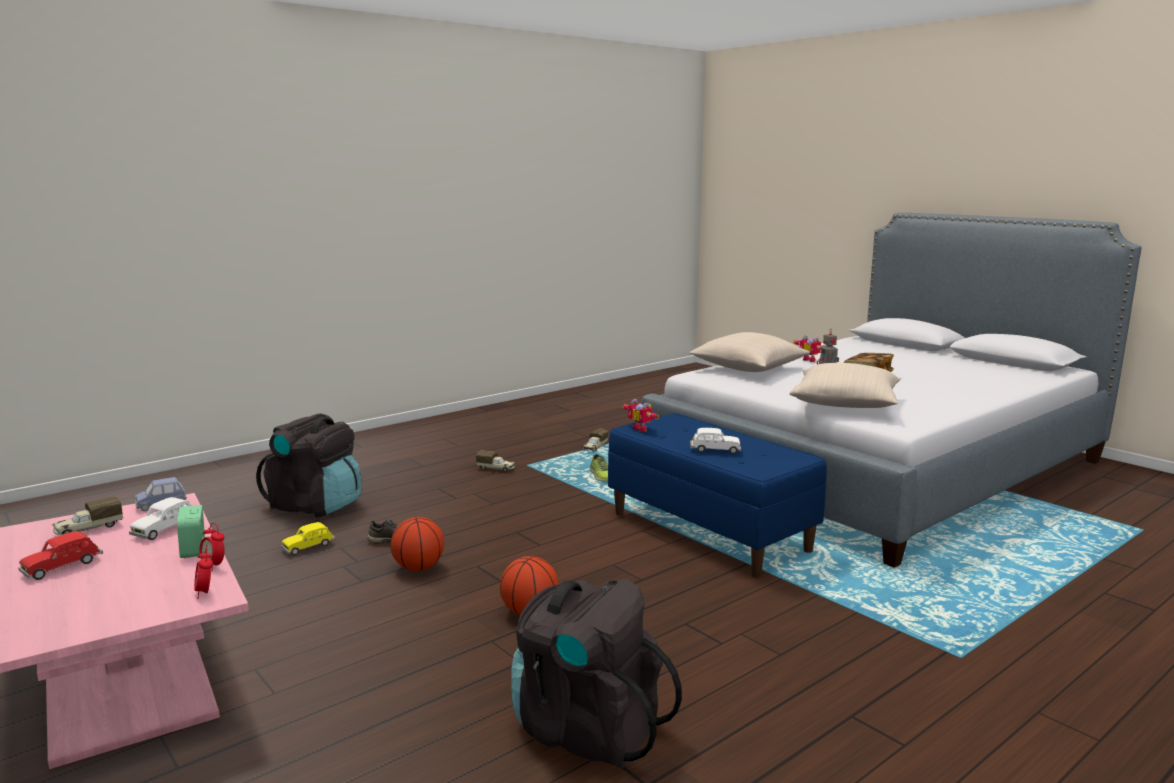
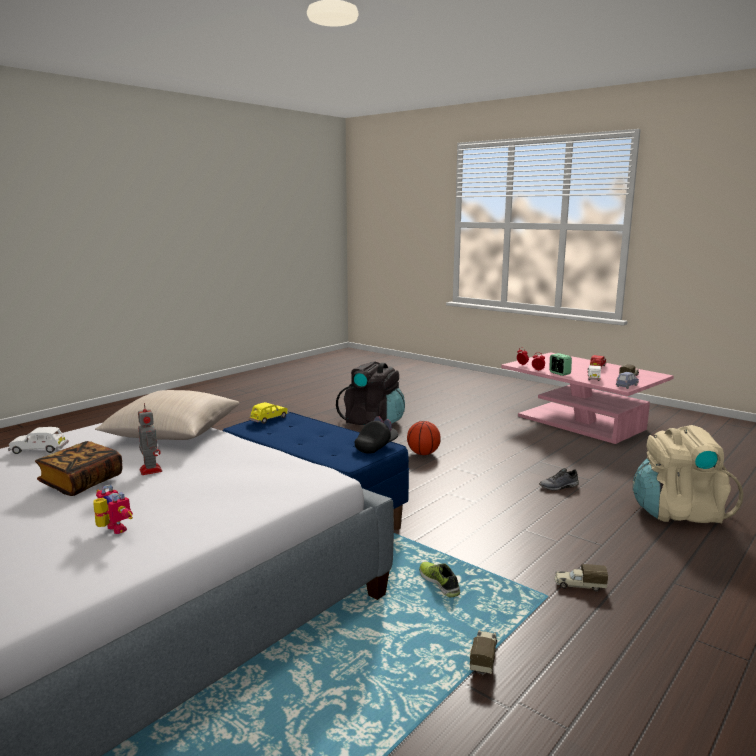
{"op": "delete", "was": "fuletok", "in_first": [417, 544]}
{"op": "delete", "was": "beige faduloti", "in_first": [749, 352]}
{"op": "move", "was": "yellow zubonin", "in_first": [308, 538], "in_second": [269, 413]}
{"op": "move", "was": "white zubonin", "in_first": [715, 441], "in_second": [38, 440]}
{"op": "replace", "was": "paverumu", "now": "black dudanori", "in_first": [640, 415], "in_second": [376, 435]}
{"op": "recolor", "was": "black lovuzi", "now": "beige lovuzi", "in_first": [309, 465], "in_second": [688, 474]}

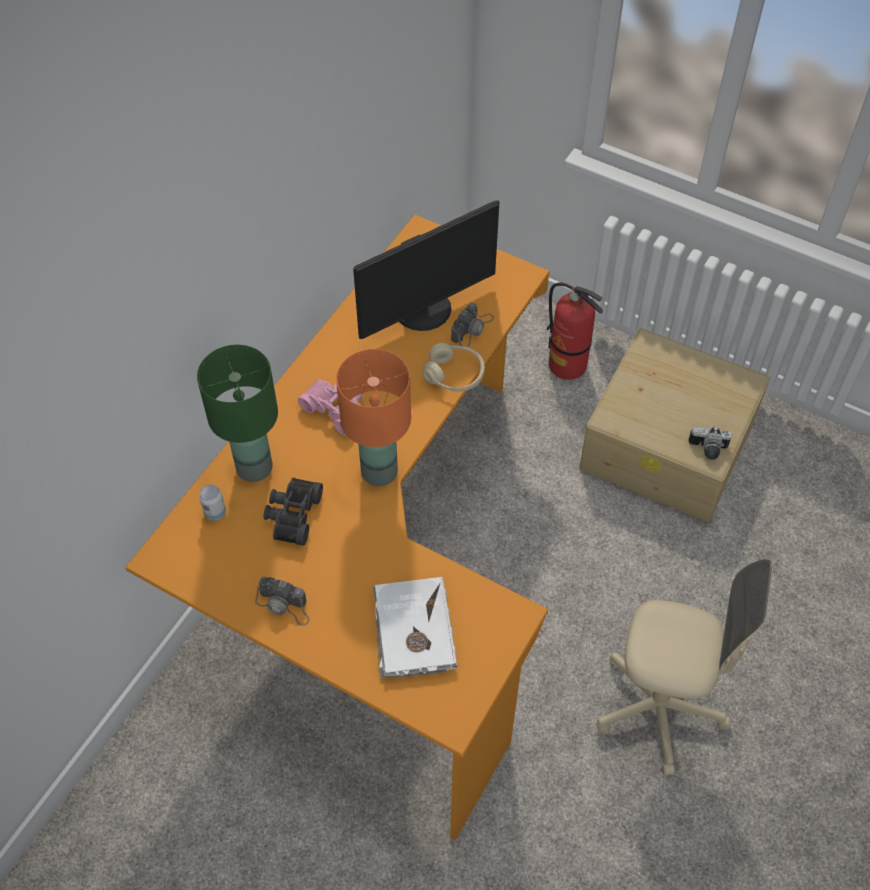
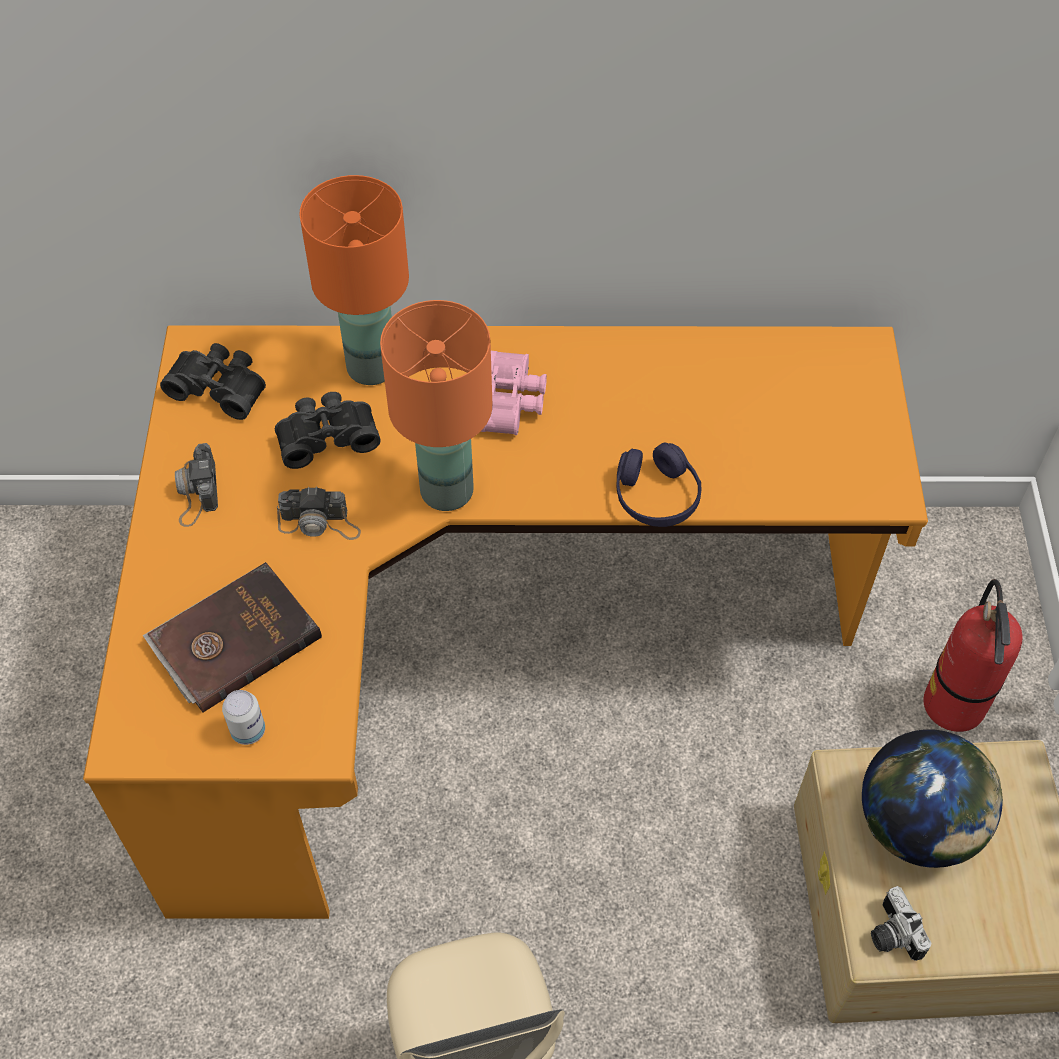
{"op": "delete", "was": "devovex", "in_first": [426, 269]}
{"op": "insert", "now": "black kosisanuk", "in_second": [213, 381]}
{"op": "insert", "now": "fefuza", "in_second": [932, 798]}
{"op": "move", "was": "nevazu", "in_first": [212, 502], "in_second": [243, 717]}
{"op": "move", "was": "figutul", "in_first": [472, 325], "in_second": [319, 513]}
{"op": "recolor", "was": "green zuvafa", "now": "orange zuvafa", "in_first": [237, 413], "in_second": [354, 280]}
{"op": "recolor", "was": "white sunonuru", "now": "brown sunonuru", "in_first": [415, 627], "in_second": [232, 637]}
{"op": "recolor", "was": "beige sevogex", "now": "purple sevogex", "in_first": [454, 367], "in_second": [658, 485]}

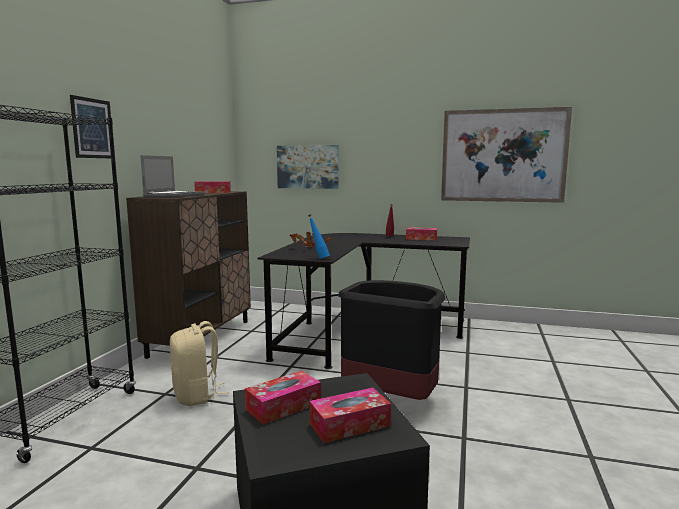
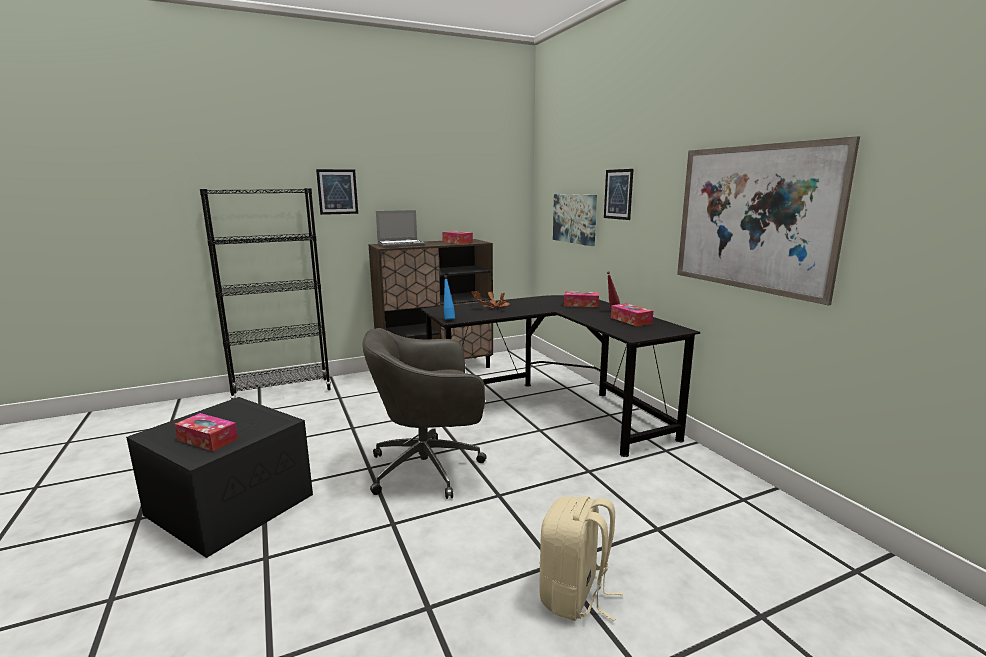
{"op": "insert", "now": "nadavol", "in_second": [618, 194]}
{"op": "move", "was": "beige lovuzi", "in_first": [199, 363], "in_second": [581, 558]}
{"op": "move", "was": "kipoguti", "in_first": [283, 398], "in_second": [581, 299]}
{"op": "replace", "was": "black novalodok", "now": "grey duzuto", "in_first": [391, 340], "in_second": [424, 413]}

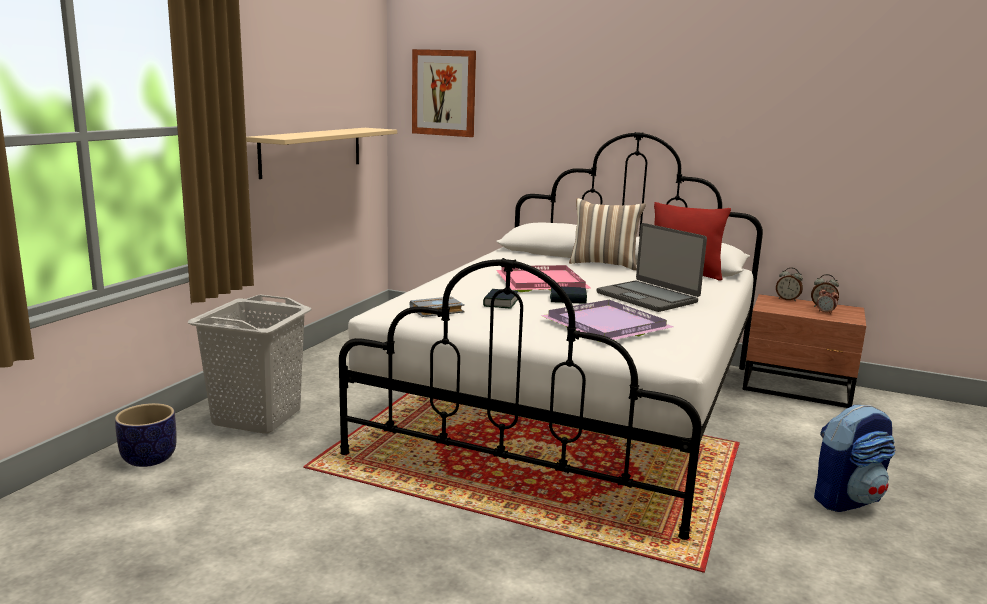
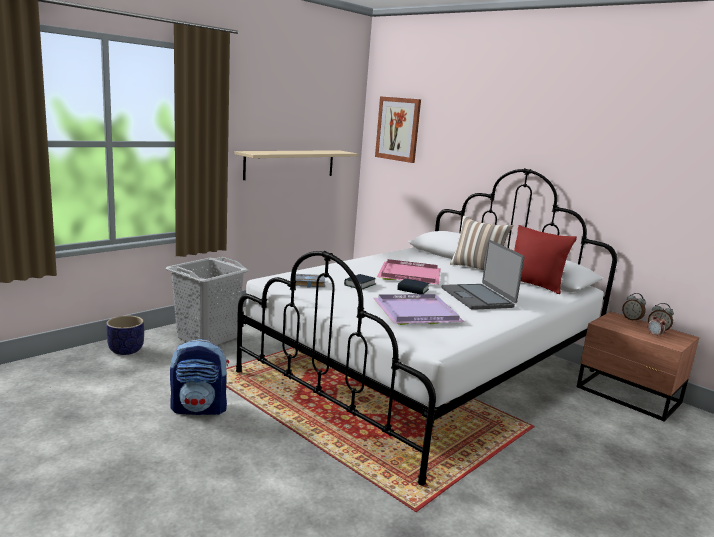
{"op": "move", "was": "lovuzi", "in_first": [854, 458], "in_second": [199, 377]}

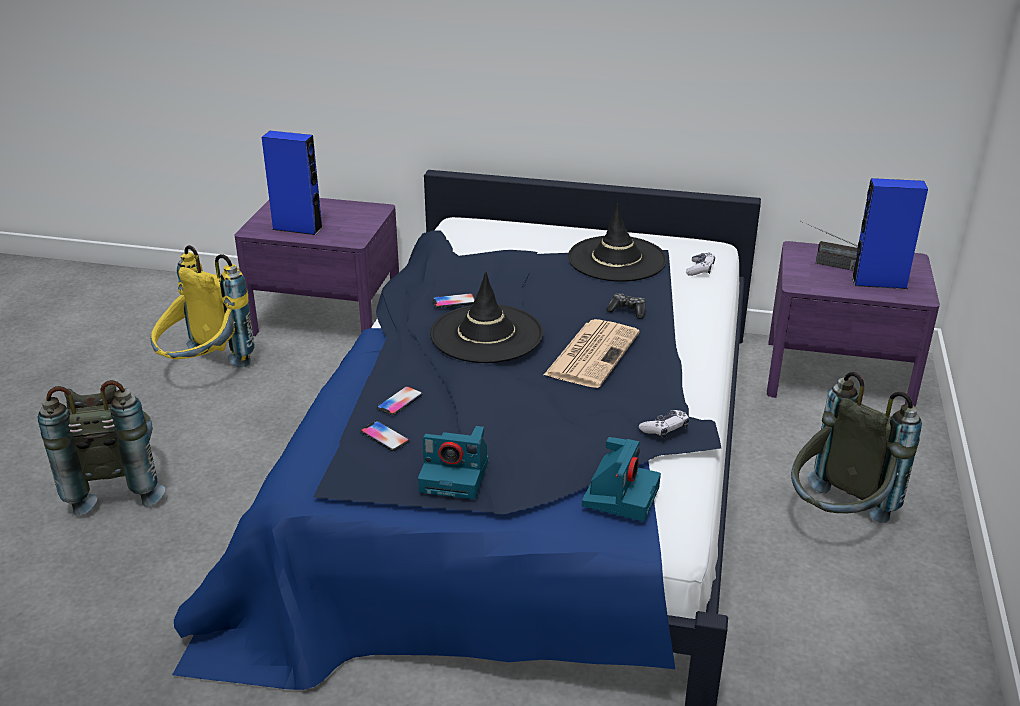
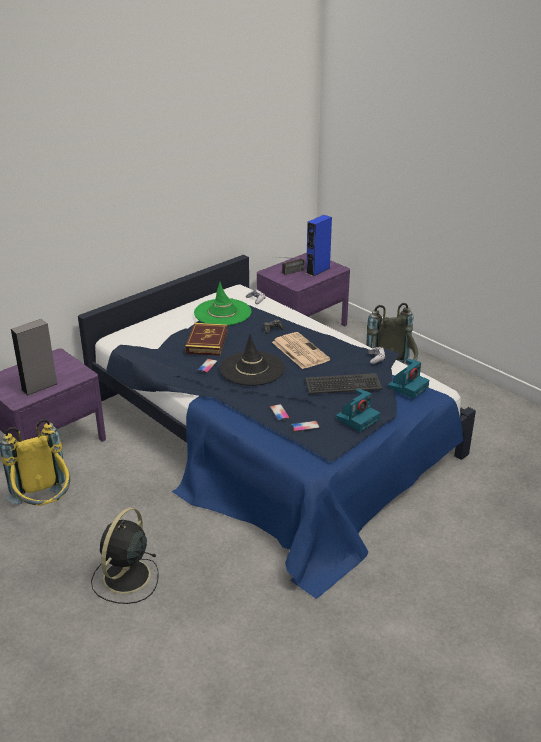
{"op": "insert", "now": "sunonuru", "in_second": [206, 339]}
{"op": "insert", "now": "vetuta", "in_second": [343, 383]}
{"op": "replace", "was": "grey lovuzi", "now": "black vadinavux", "in_first": [101, 448], "in_second": [124, 556]}
{"op": "recolor", "was": "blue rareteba", "now": "grey rareteba", "in_first": [292, 183], "in_second": [34, 357]}
{"op": "recolor", "was": "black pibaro", "now": "green pibaro", "in_first": [617, 242], "in_second": [222, 304]}
{"op": "rotate", "was": "figutul", "in_first": [621, 479], "in_second": [408, 378], "clockwise": 75}

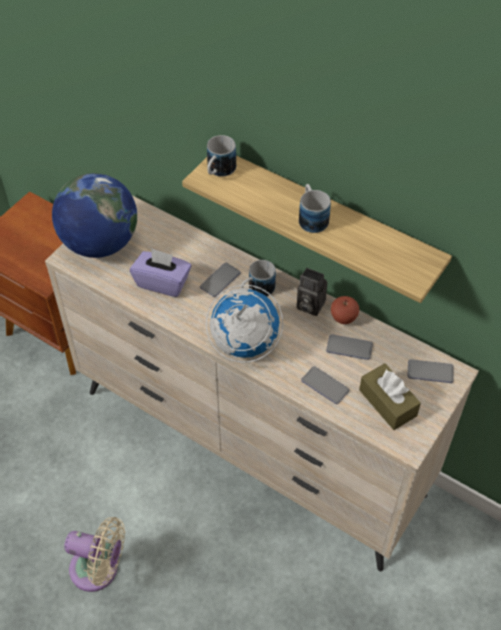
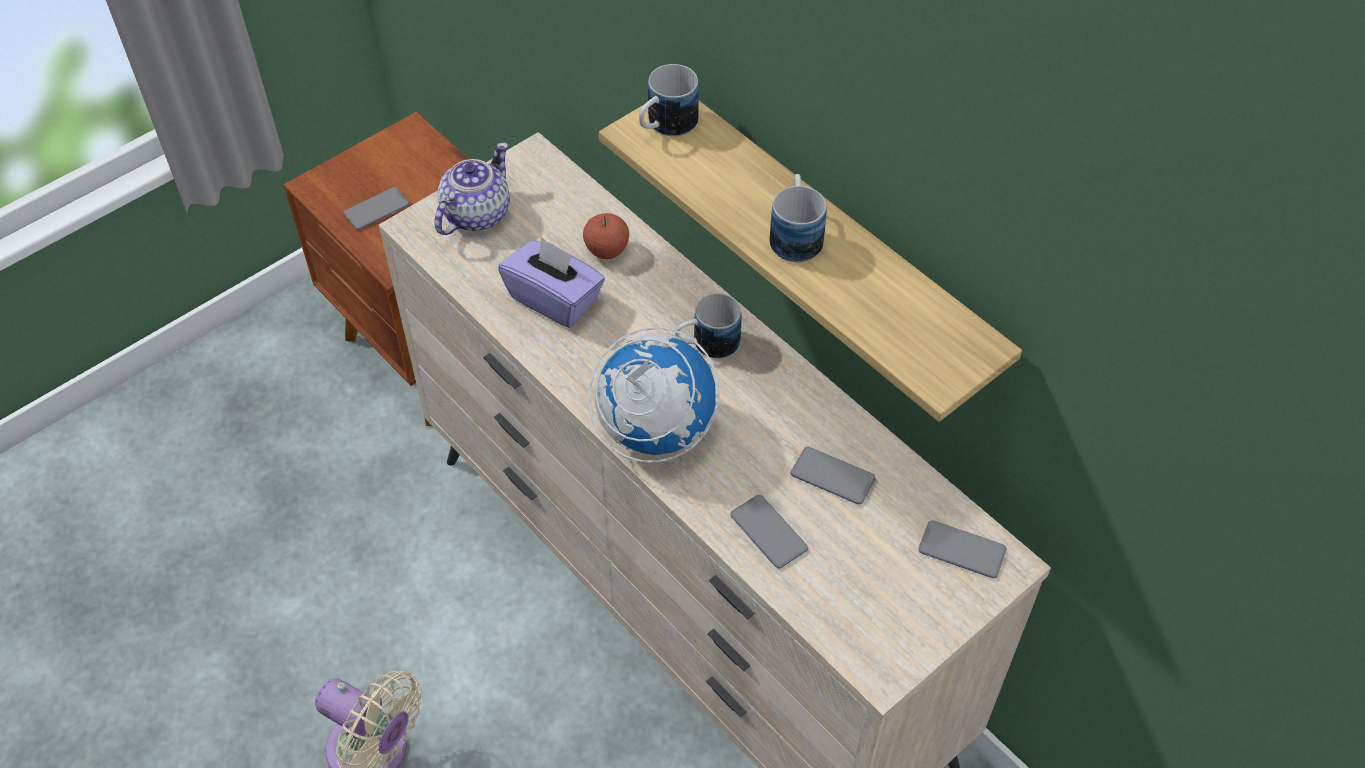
{"op": "delete", "was": "figutul", "in_first": [312, 292]}
{"op": "delete", "was": "brown kipoguti", "in_first": [390, 396]}
{"op": "move", "was": "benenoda", "in_first": [220, 280], "in_second": [377, 208]}
{"op": "move", "was": "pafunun", "in_first": [345, 310], "in_second": [606, 236]}
{"op": "replace", "was": "fefuza", "now": "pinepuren", "in_first": [94, 215], "in_second": [472, 188]}

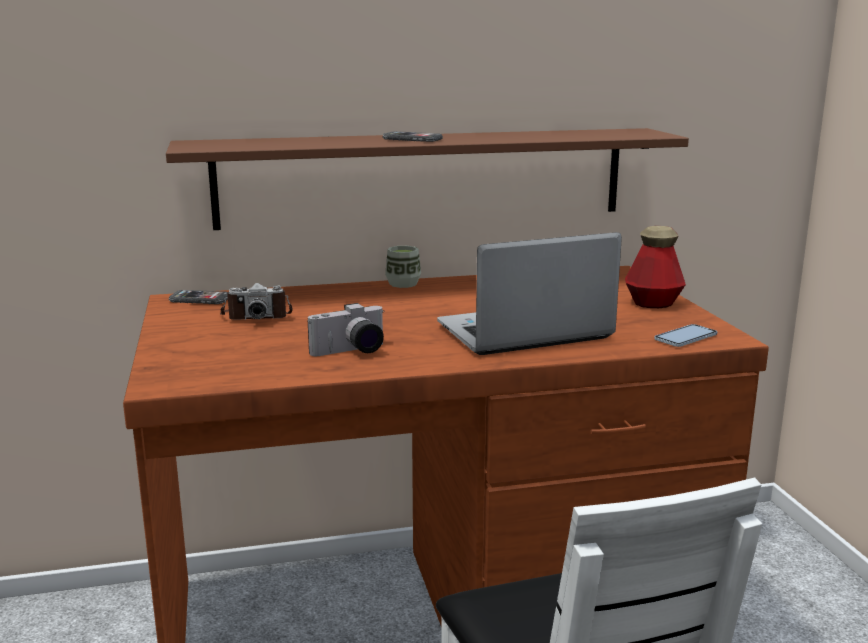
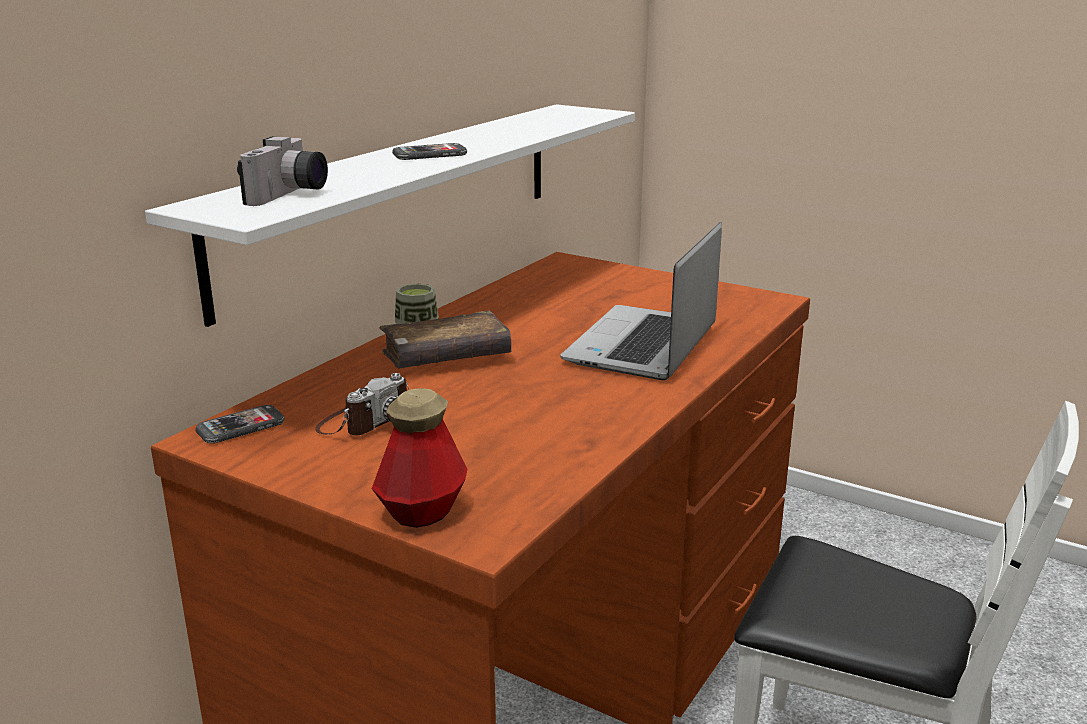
{"op": "delete", "was": "benenoda", "in_first": [685, 335]}
{"op": "insert", "now": "brown sunonuru", "in_second": [445, 339]}
{"op": "move", "was": "figutul", "in_first": [346, 329], "in_second": [282, 171]}
{"op": "move", "was": "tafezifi", "in_first": [655, 267], "in_second": [419, 458]}
{"op": "recolor", "was": "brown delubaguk", "now": "white delubaguk", "in_first": [427, 179], "in_second": [390, 215]}

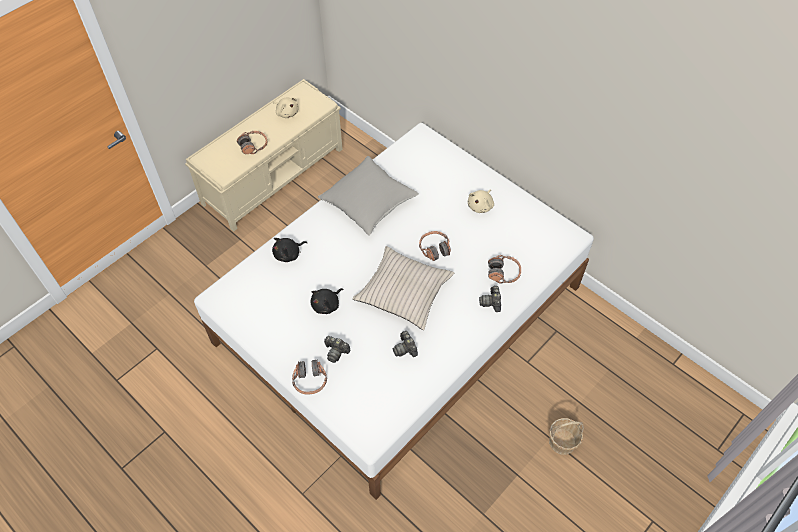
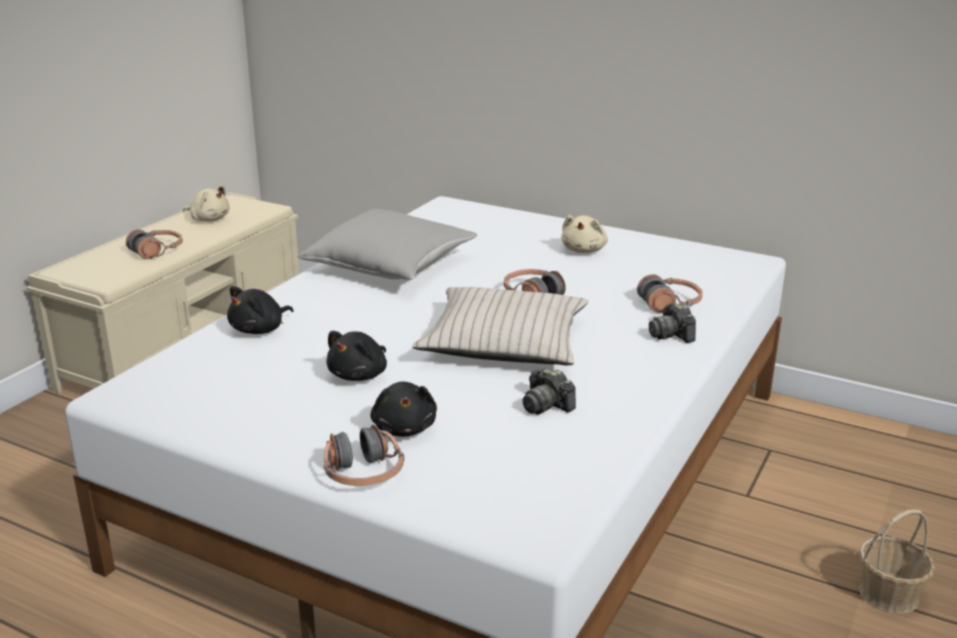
{"op": "replace", "was": "figutul", "now": "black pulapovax", "in_first": [337, 349], "in_second": [403, 409]}

